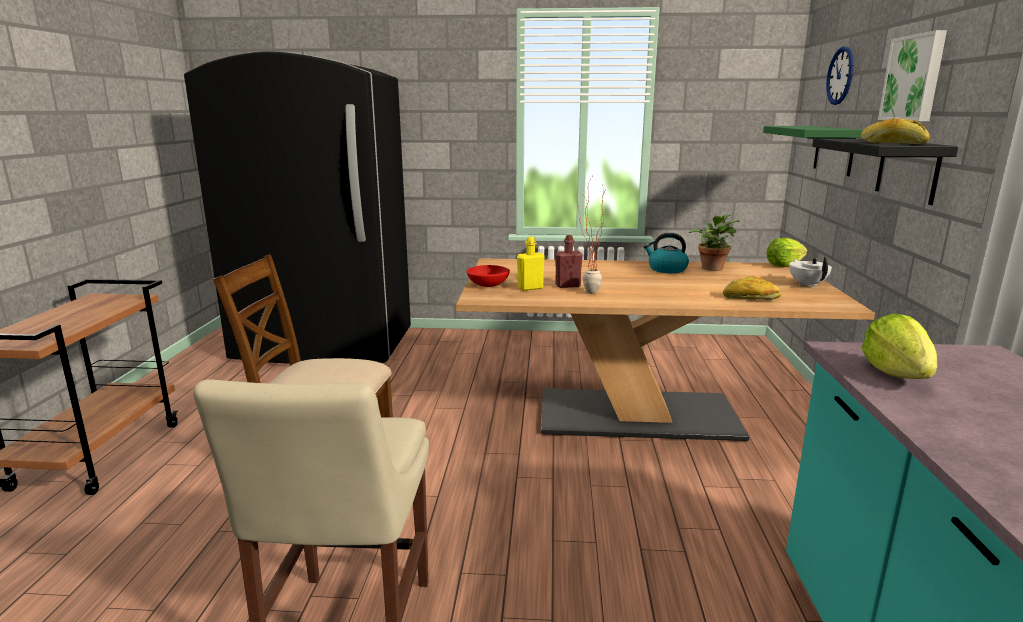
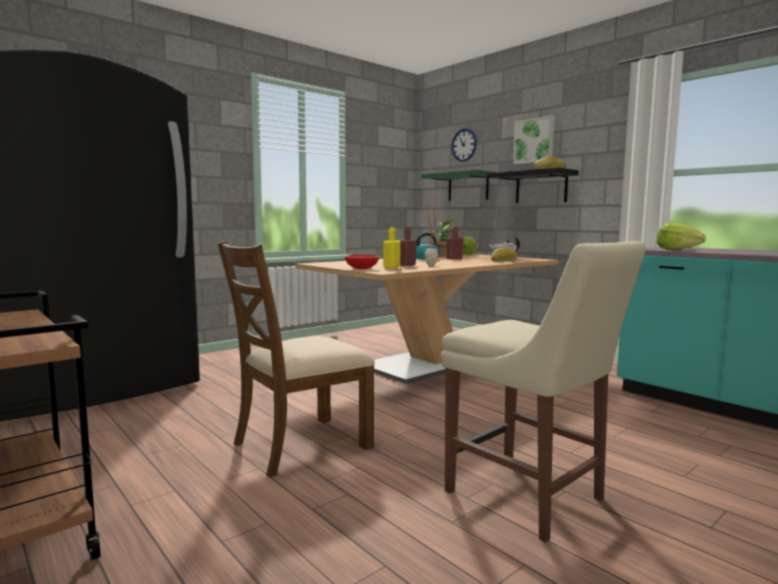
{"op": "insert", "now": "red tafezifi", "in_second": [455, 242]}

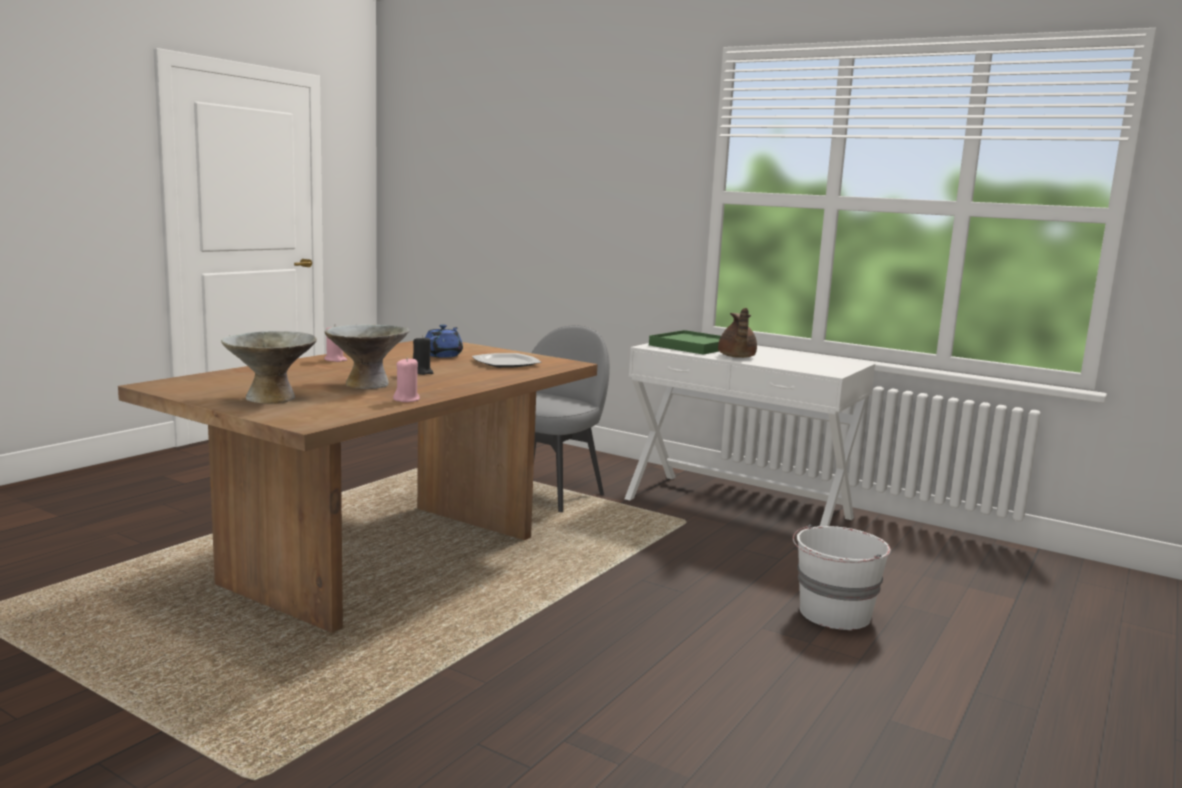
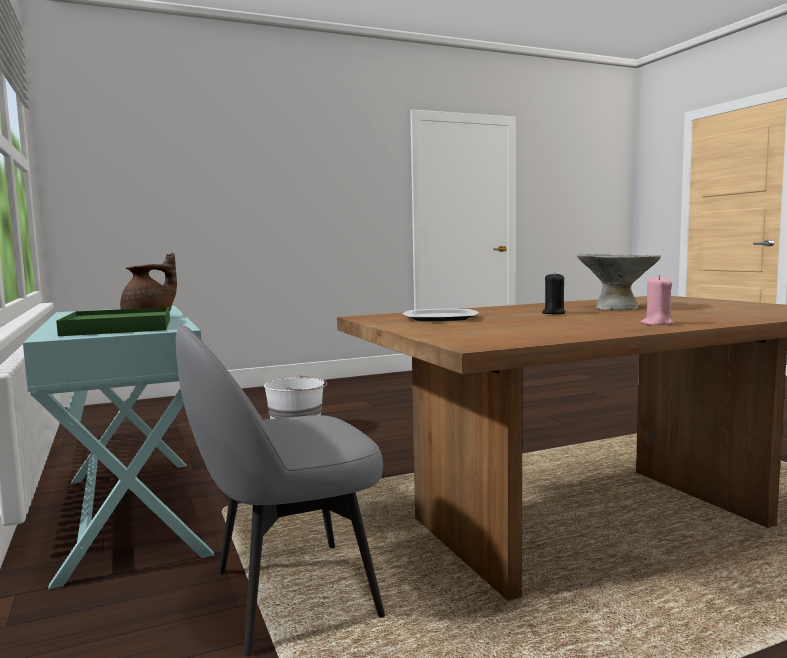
{"op": "delete", "was": "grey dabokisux", "in_first": [269, 367]}
{"op": "delete", "was": "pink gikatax", "in_first": [406, 379]}
{"op": "delete", "was": "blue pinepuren", "in_first": [444, 341]}
{"op": "recolor", "was": "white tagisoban", "now": "turquoise tagisoban", "in_first": [750, 434], "in_second": [118, 447]}

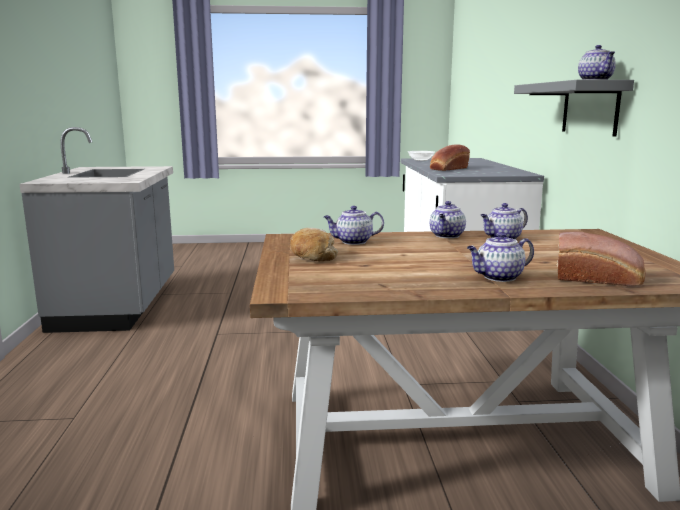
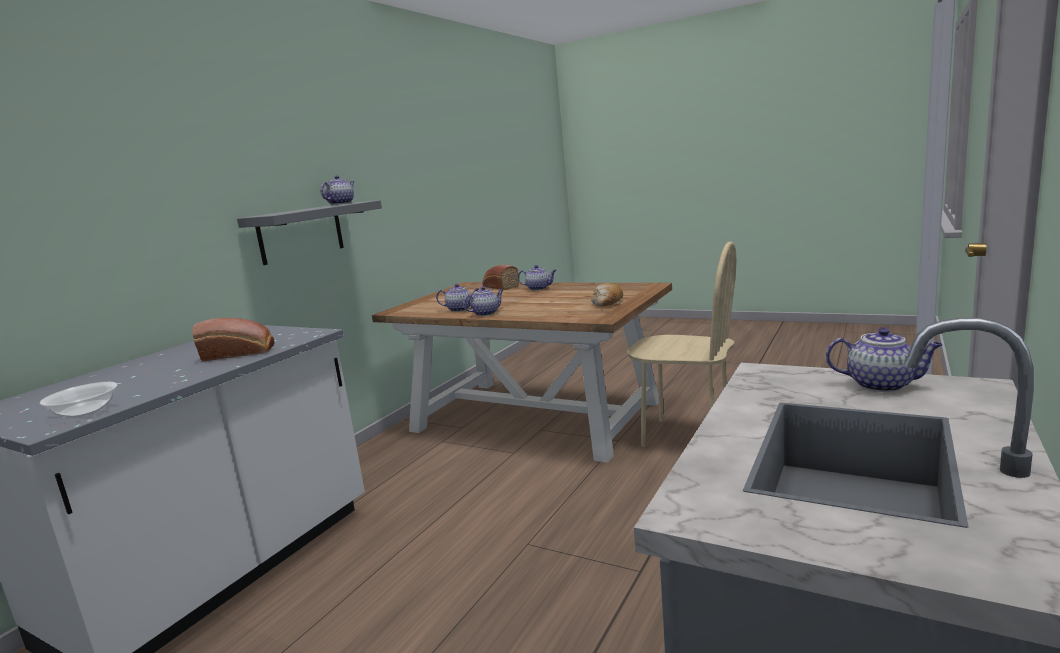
{"op": "insert", "now": "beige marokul", "in_second": [681, 344]}
{"op": "move", "was": "pinepuren", "in_first": [354, 225], "in_second": [884, 359]}

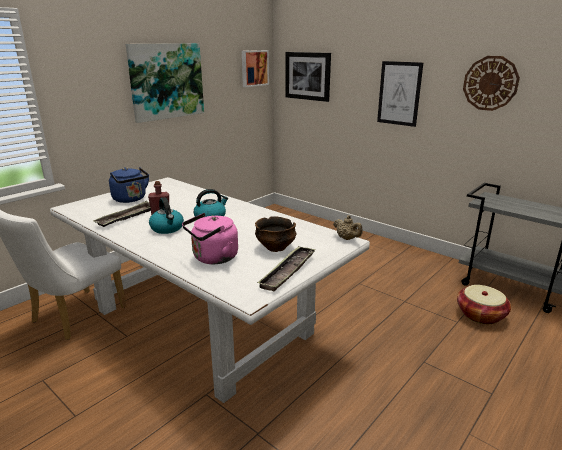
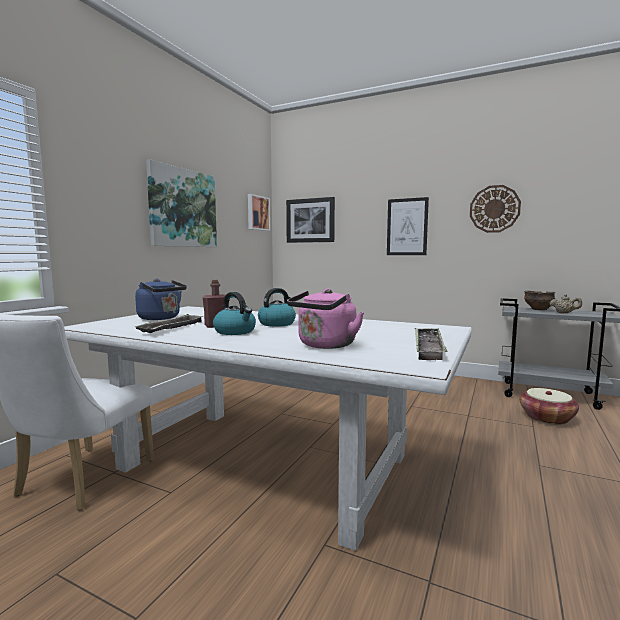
{"op": "move", "was": "dabokisux", "in_first": [275, 234], "in_second": [539, 300]}
{"op": "move", "was": "beige pinepuren", "in_first": [348, 227], "in_second": [566, 303]}

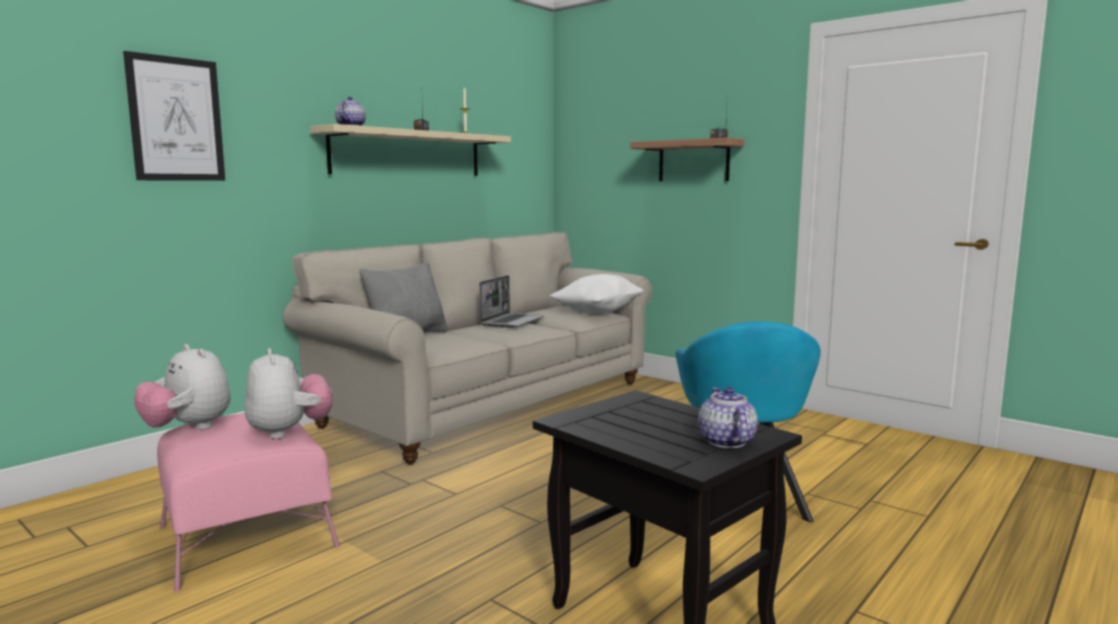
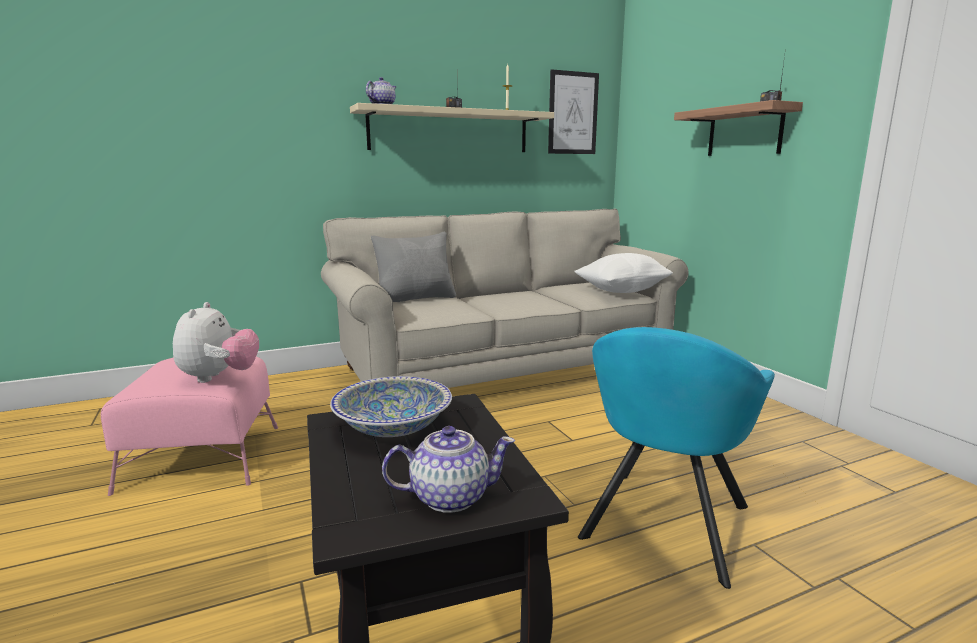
{"op": "delete", "was": "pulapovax", "in_first": [182, 387]}
{"op": "delete", "was": "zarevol", "in_first": [511, 301]}
{"op": "insert", "now": "dabokisux", "in_second": [391, 406]}
{"op": "move", "was": "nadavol", "in_first": [174, 116], "in_second": [573, 111]}
{"op": "rotate", "was": "pinepuren", "in_first": [728, 417], "in_second": [448, 469], "clockwise": 60}

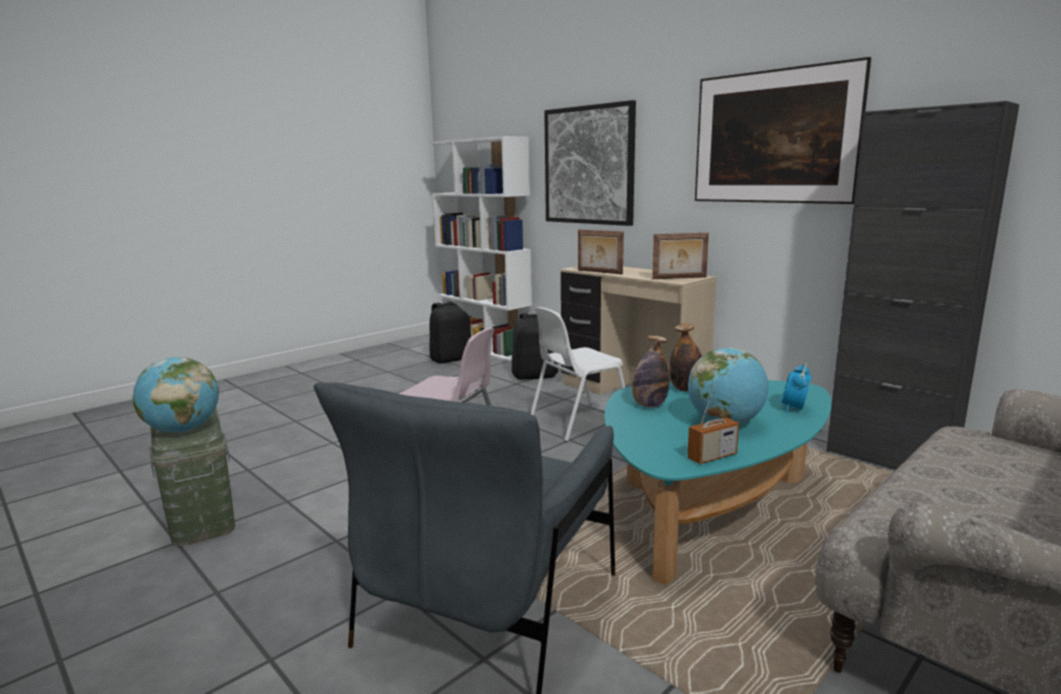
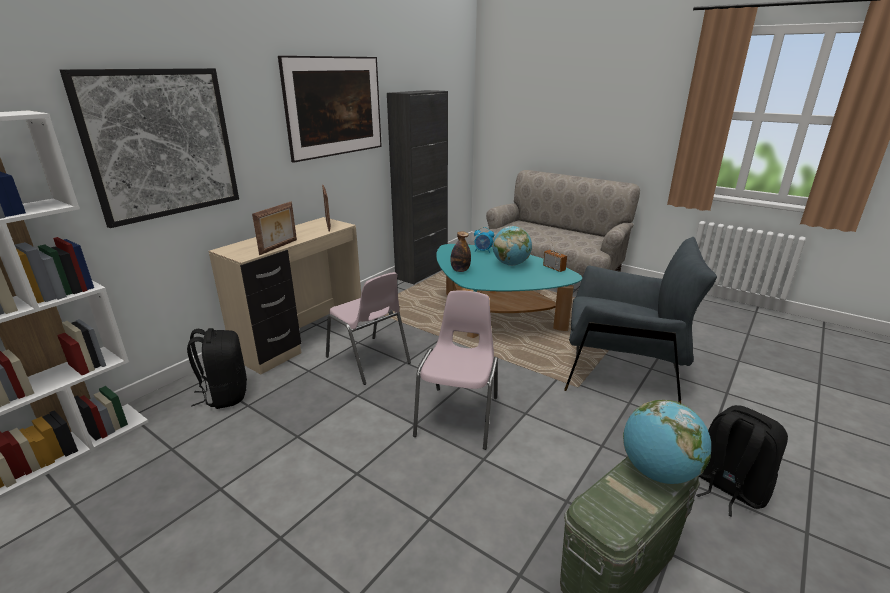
{"op": "delete", "was": "tafezifi", "in_first": [650, 371]}
{"op": "move", "was": "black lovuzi", "in_first": [450, 332], "in_second": [742, 461]}
{"op": "recolor", "was": "white marokul", "now": "pink marokul", "in_first": [578, 374], "in_second": [368, 328]}

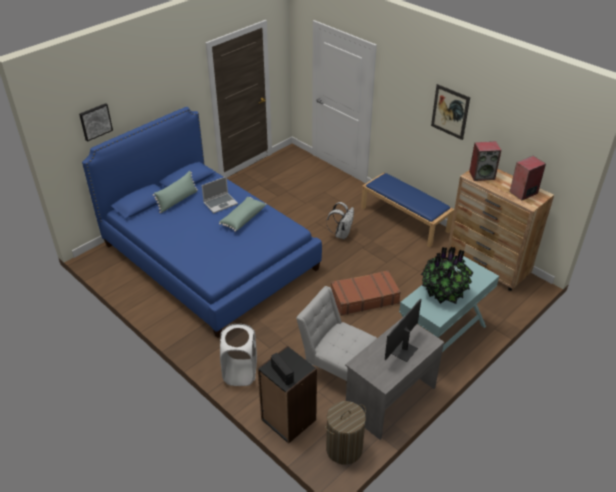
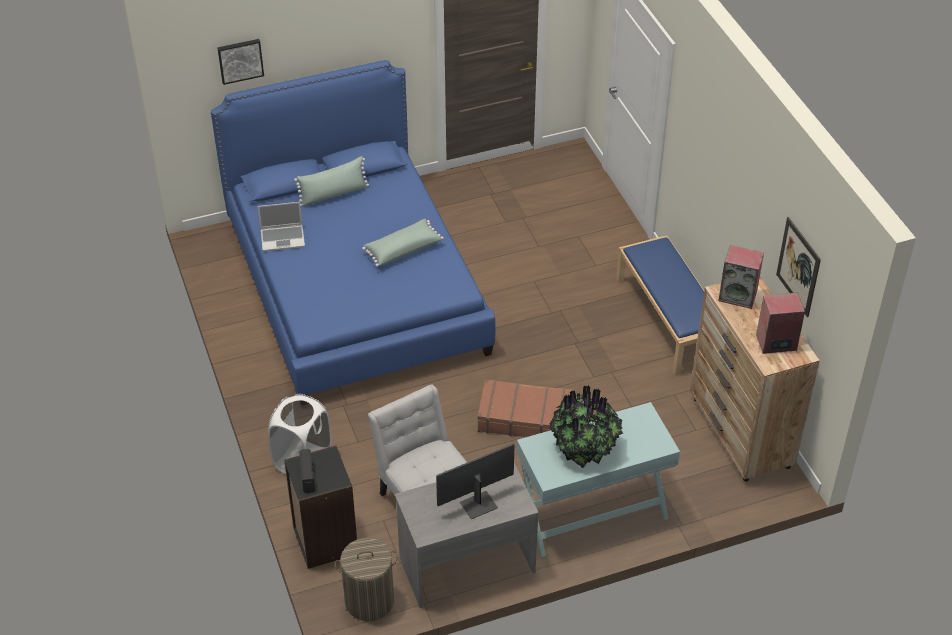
{"op": "delete", "was": "white lovuzi", "in_first": [340, 221]}
{"op": "move", "was": "zarevol", "in_first": [220, 194], "in_second": [281, 227]}
{"op": "move", "was": "nadavol", "in_first": [450, 112], "in_second": [798, 267]}

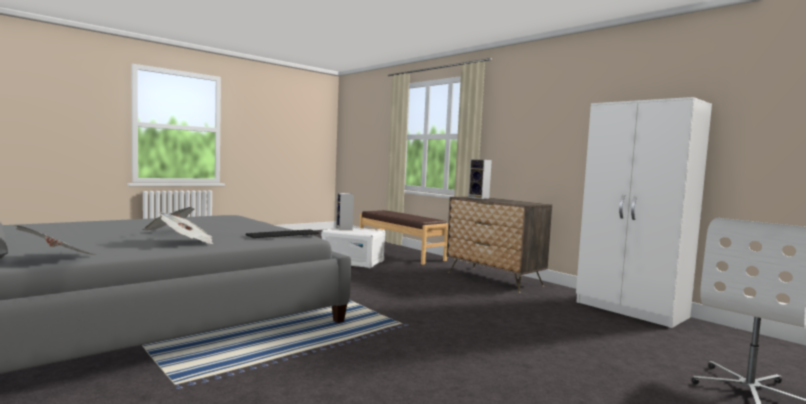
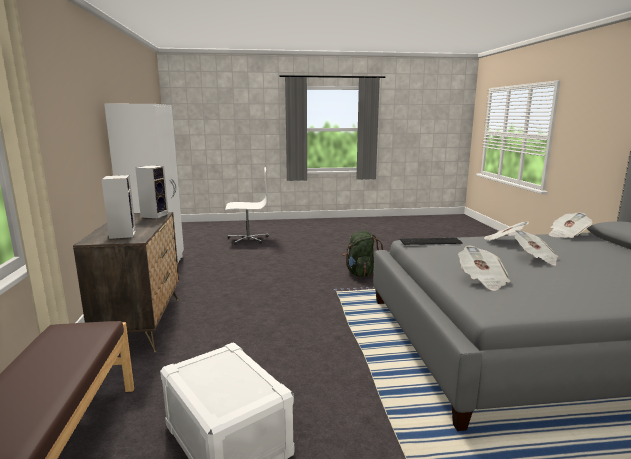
{"op": "insert", "now": "green lovuzi", "in_second": [363, 254]}
{"op": "insert", "now": "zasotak", "in_second": [484, 268]}
{"op": "move", "was": "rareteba", "in_first": [345, 211], "in_second": [152, 191]}

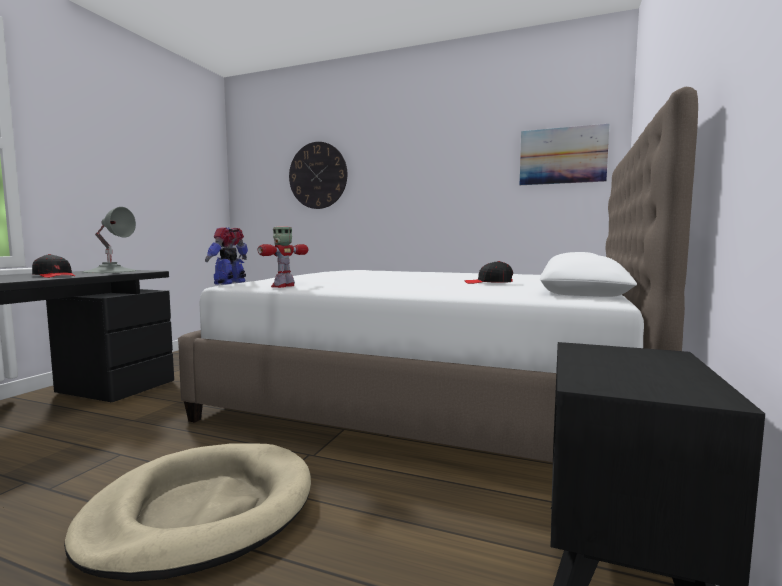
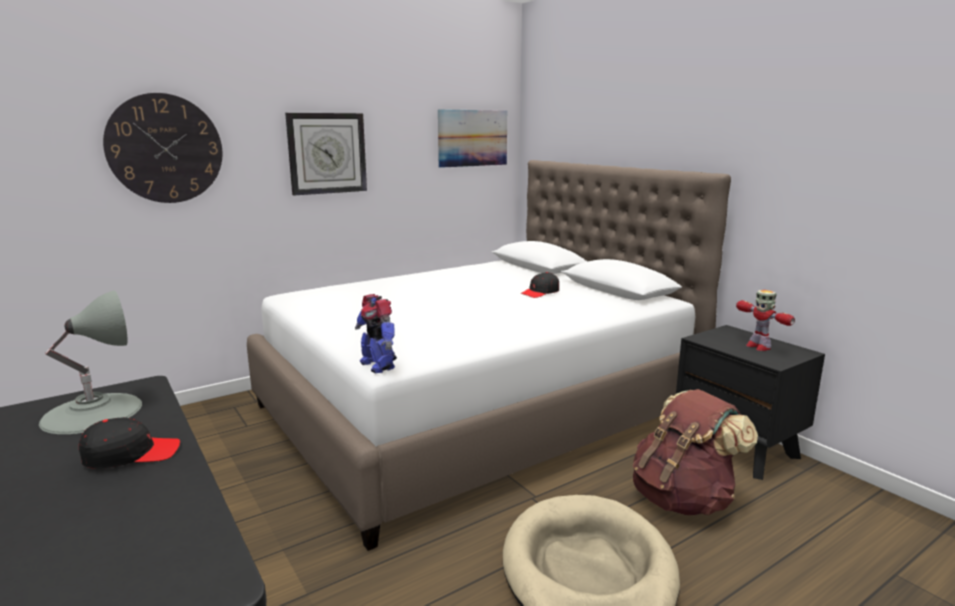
{"op": "insert", "now": "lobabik", "in_second": [326, 154]}
{"op": "insert", "now": "brown lovuzi", "in_second": [695, 452]}
{"op": "move", "was": "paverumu", "in_first": [282, 257], "in_second": [765, 320]}

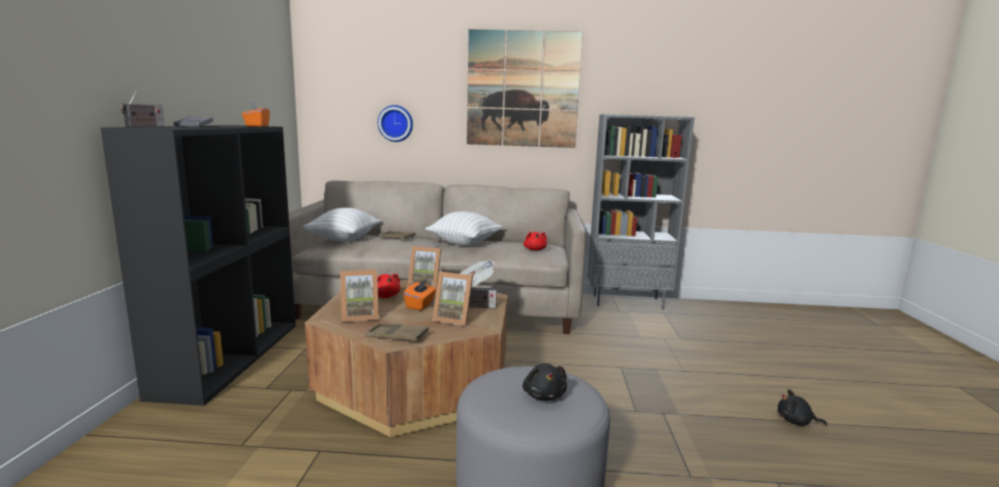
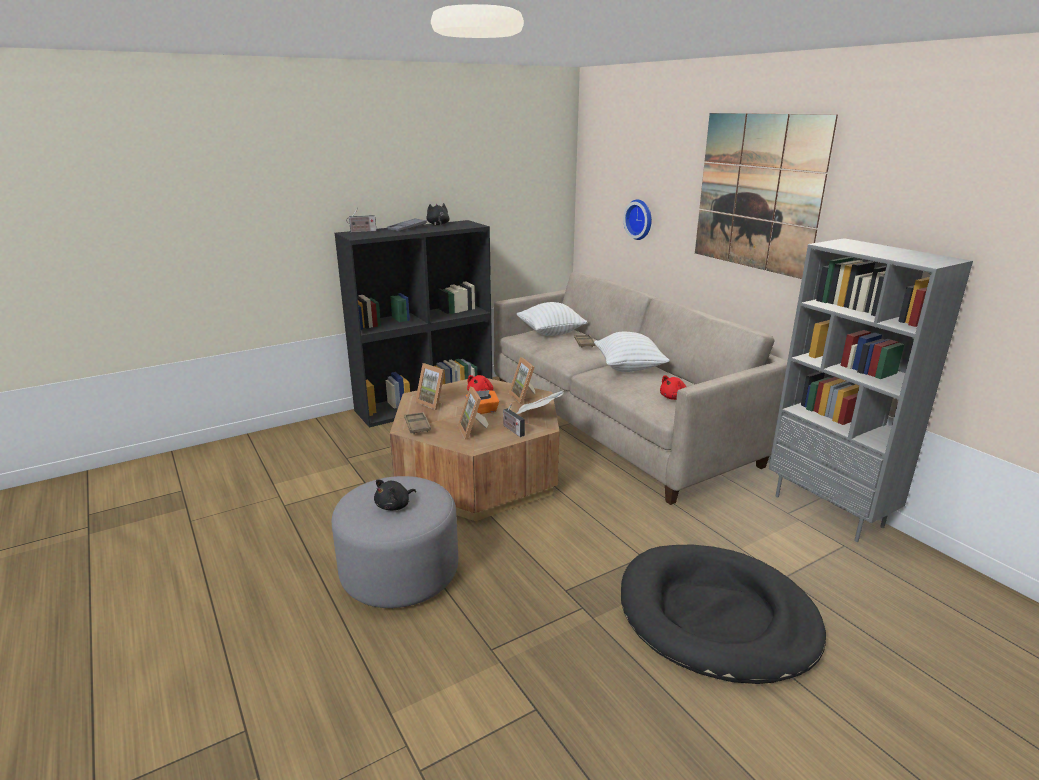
{"op": "delete", "was": "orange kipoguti", "in_first": [256, 114]}
{"op": "insert", "now": "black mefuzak", "in_second": [723, 614]}
{"op": "move", "was": "black pulapovax", "in_first": [802, 408], "in_second": [438, 214]}

